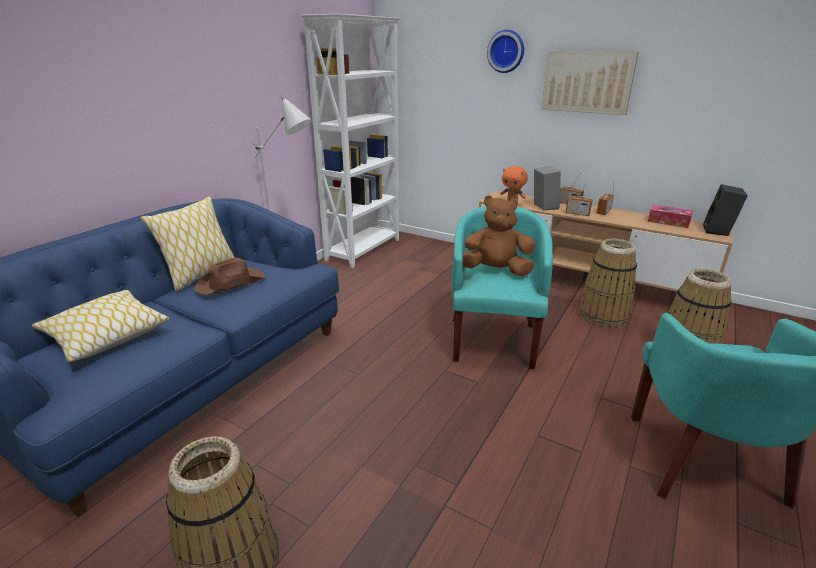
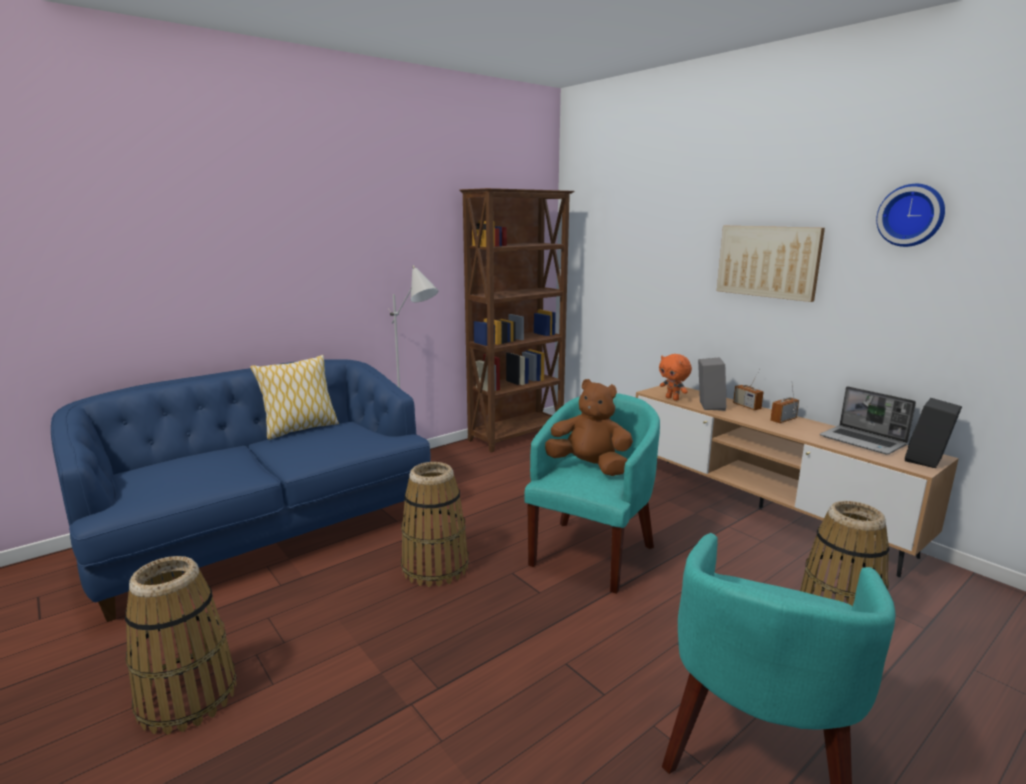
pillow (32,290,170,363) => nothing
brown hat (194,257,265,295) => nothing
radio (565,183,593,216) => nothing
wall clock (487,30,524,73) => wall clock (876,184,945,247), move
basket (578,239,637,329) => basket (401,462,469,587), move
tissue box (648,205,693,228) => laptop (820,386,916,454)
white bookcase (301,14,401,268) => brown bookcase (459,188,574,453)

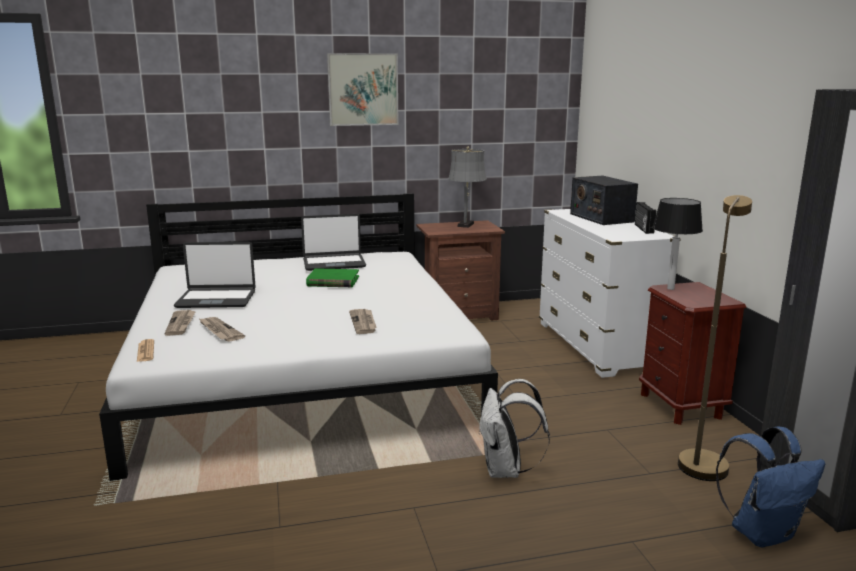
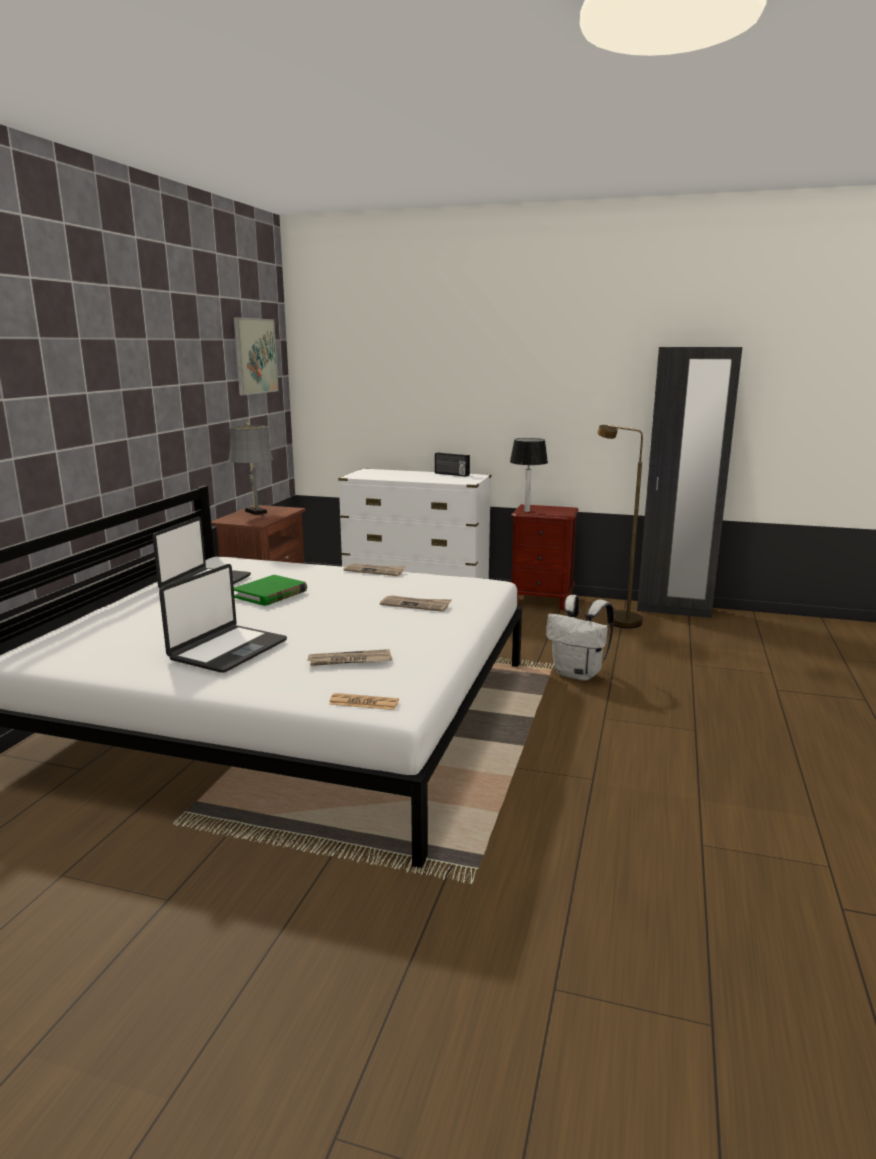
radio (570,176,638,225) => nothing
blue backpack (716,427,825,547) => nothing
newspaper (164,310,196,336) => newspaper (343,563,406,576), move
picture (327,53,399,126) => picture (234,317,279,395), move

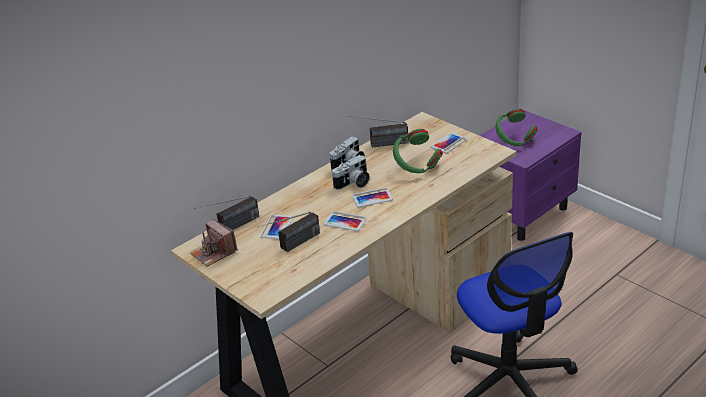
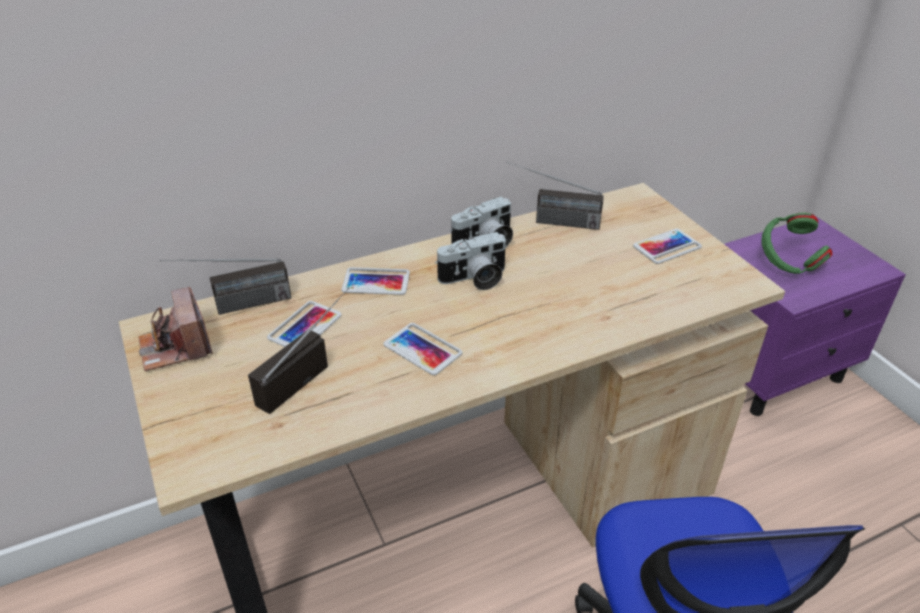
green headphones (393,129,443,173) => nothing
phone (352,188,393,207) => phone (341,267,410,295), move
radio (257,212,320,252) => radio (248,287,350,414), 150 degrees clockwise

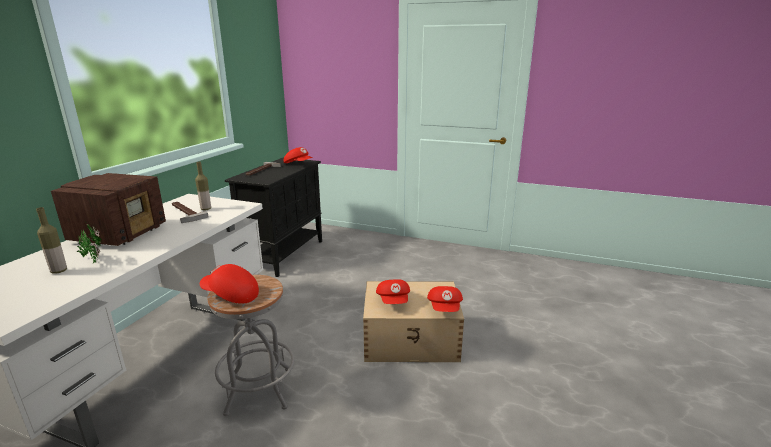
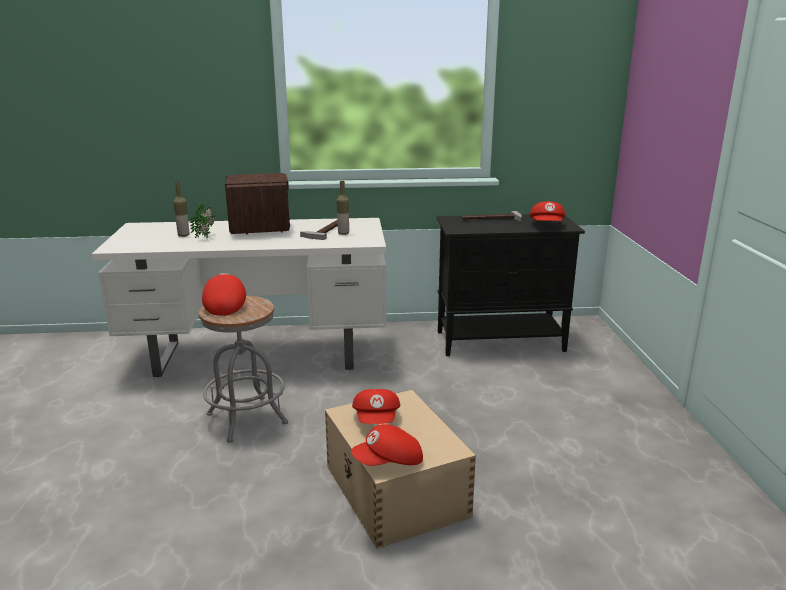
radio (51,173,166,246) => radio (225,173,290,235), 90 degrees counterclockwise
red cap (376,279,410,304) => red cap (352,389,400,424), 60 degrees counterclockwise

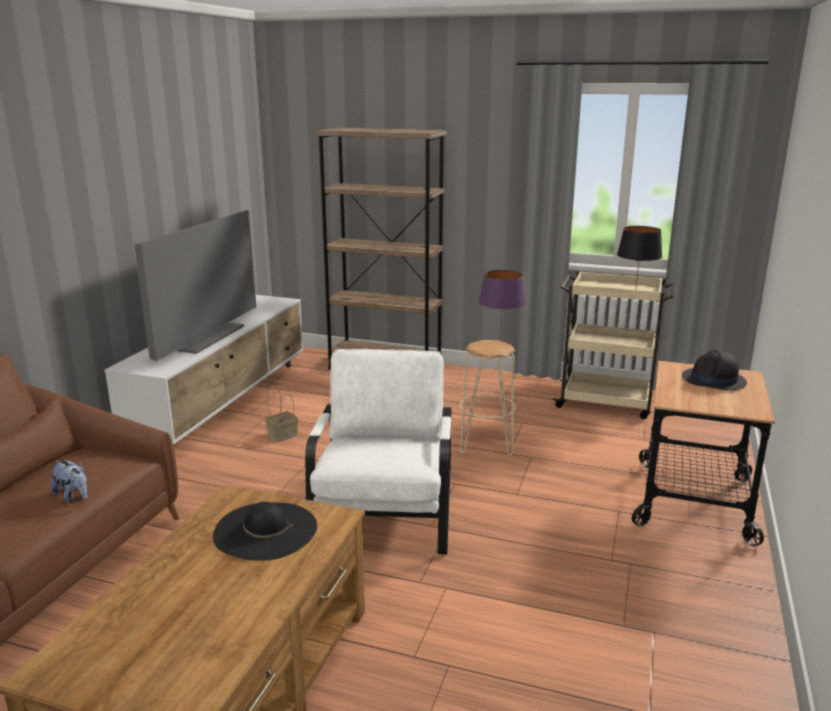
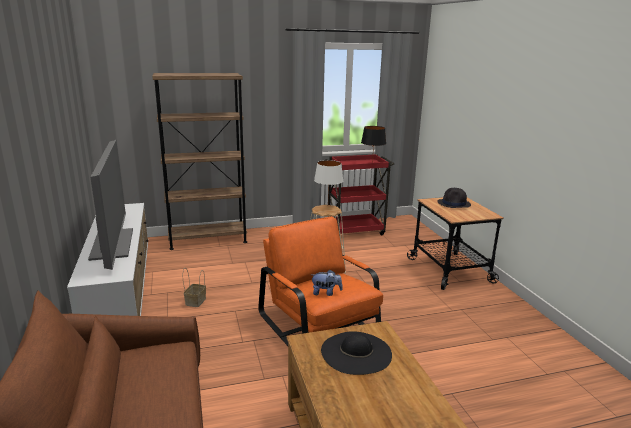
plush toy (51,460,88,503) => plush toy (311,270,342,296), move
white armchair (305,349,451,554) => orange armchair (258,216,383,346)
purple table lamp (479,270,526,343) => white table lamp (314,160,343,195)
beige cart (552,271,674,419) => red cart (325,154,394,235)

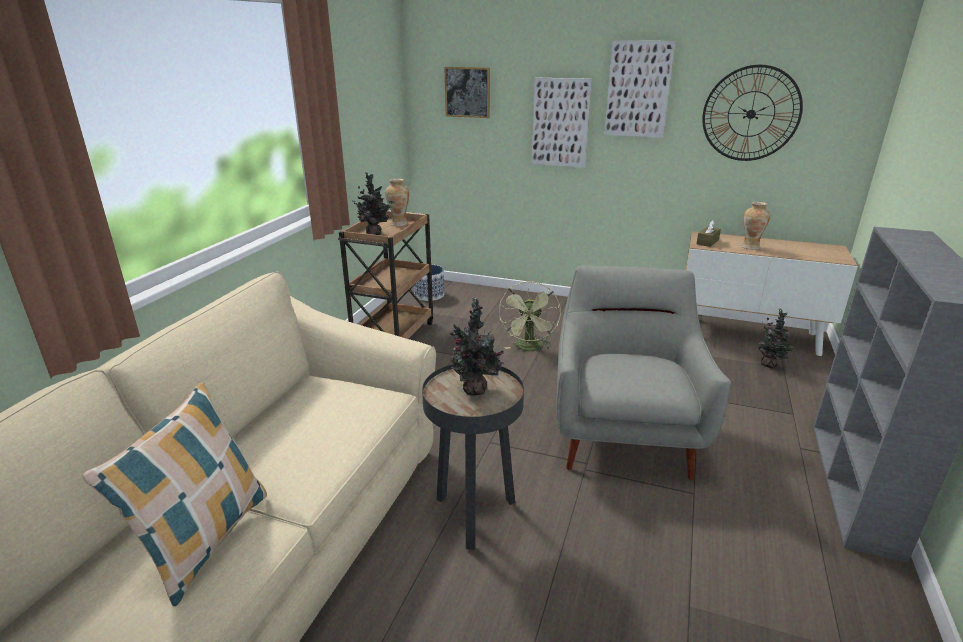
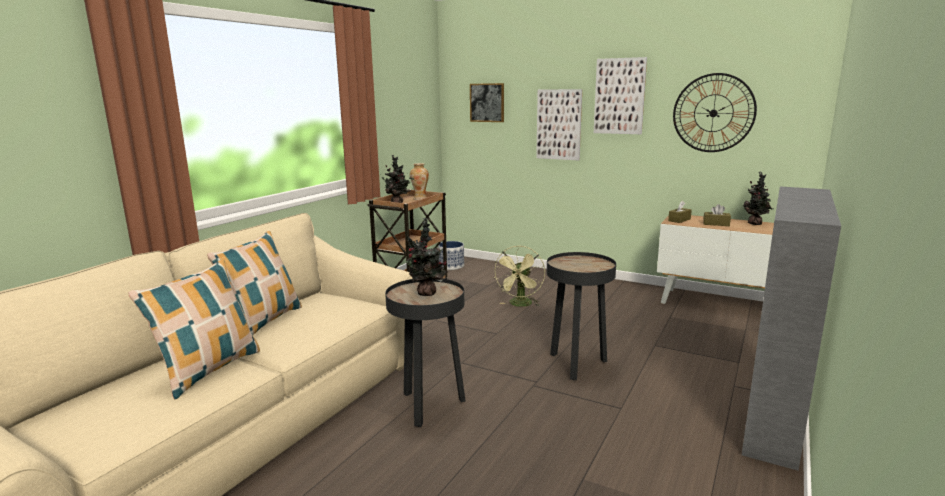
nothing => pillow (207,231,302,336)
potted plant (758,308,793,368) => potted plant (743,172,773,225), move
grey armchair (556,266,731,480) => black side table (547,252,616,380)
vase (742,202,770,250) => brown tissue box (703,204,731,226)

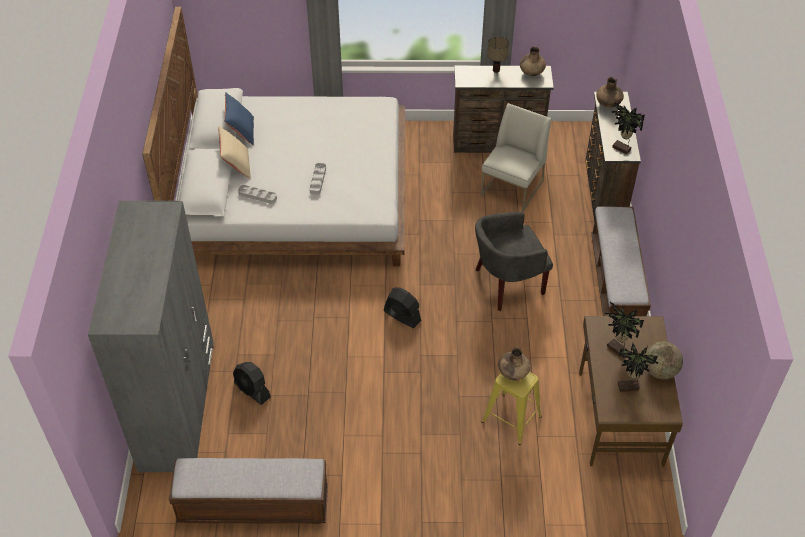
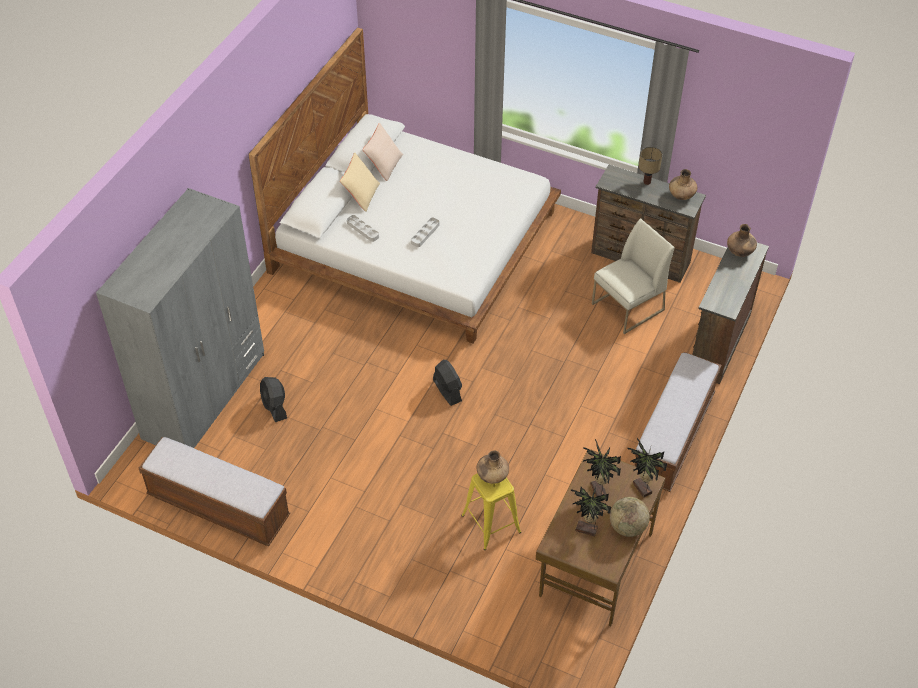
grey armchair (475,212,553,311) => nothing
potted plant (612,102,645,154) => potted plant (627,438,667,498), move
blue pillow (224,92,254,145) => beige pillow (362,123,403,181)

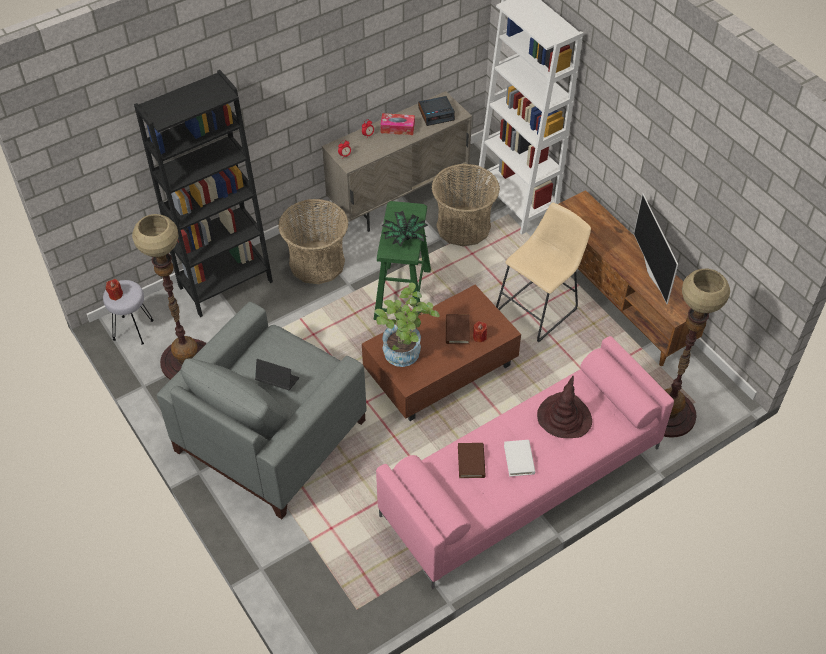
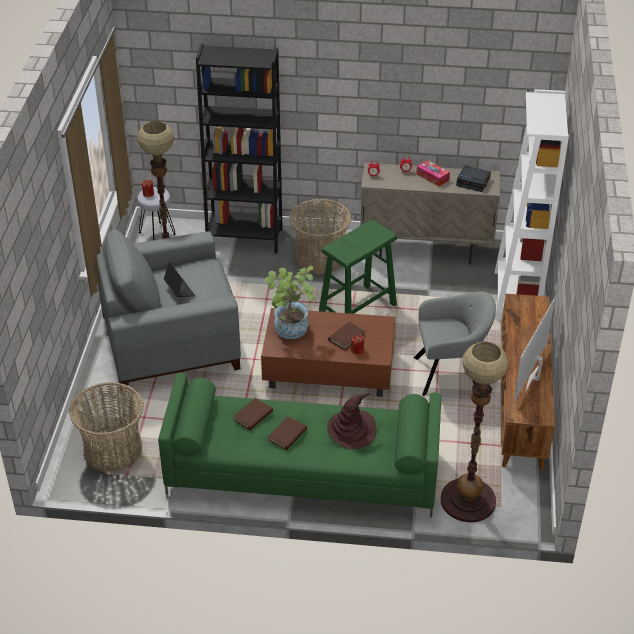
potted plant (382,211,428,247) => nothing
basket (432,164,500,247) => basket (69,382,144,472), move
beige stool (496,203,591,342) => grey armchair (414,291,496,396)
pink sofa (376,336,674,589) => green sofa (158,373,441,517)
white book (504,440,535,477) => brown book (268,416,307,450)

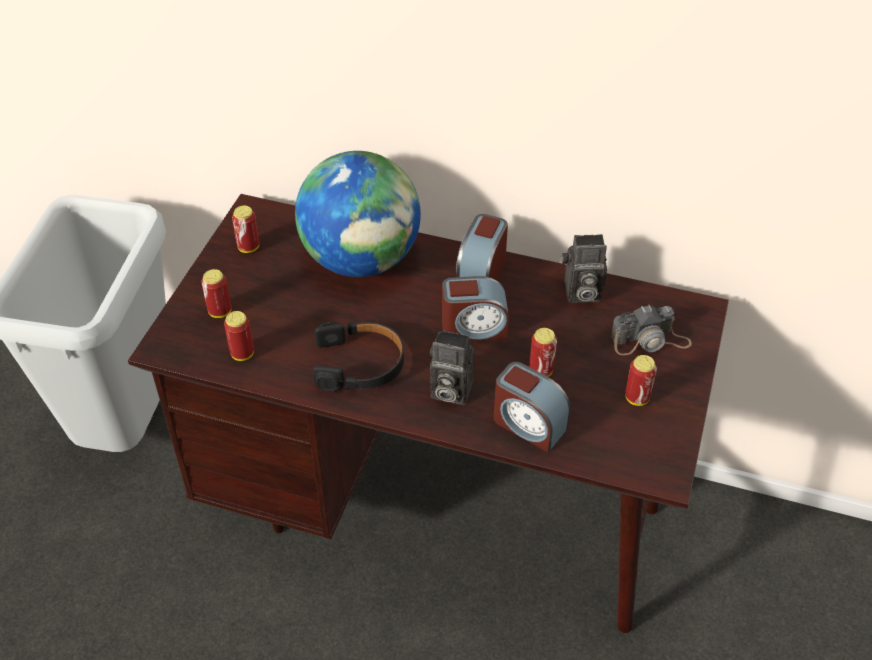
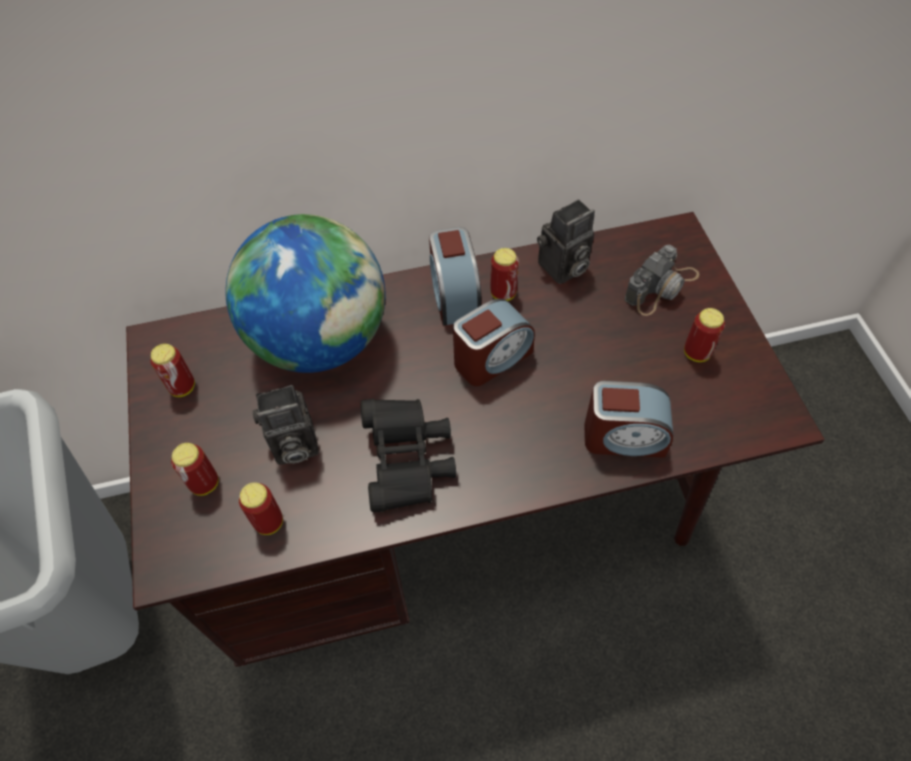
photo camera (430,330,475,405) => photo camera (252,385,319,465), move
can (529,328,557,377) => can (491,248,519,301), move
black headphones (313,321,404,392) => black binoculars (360,399,456,512)

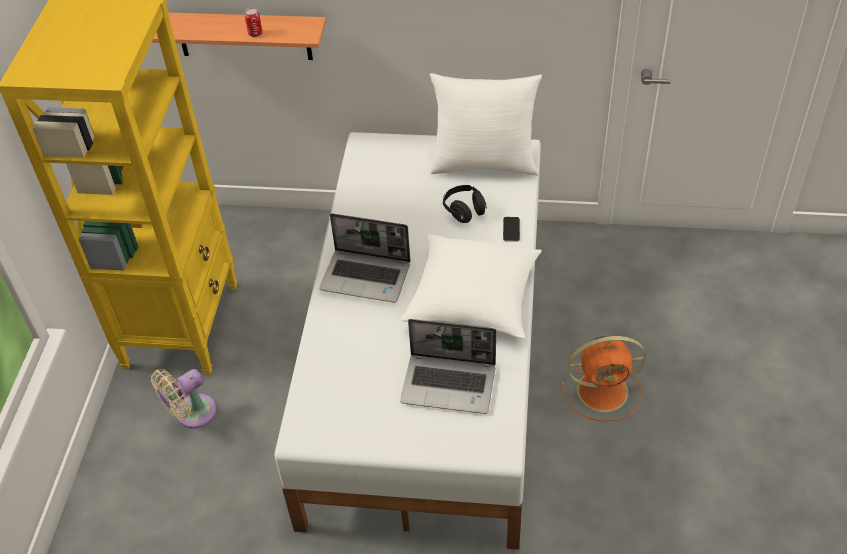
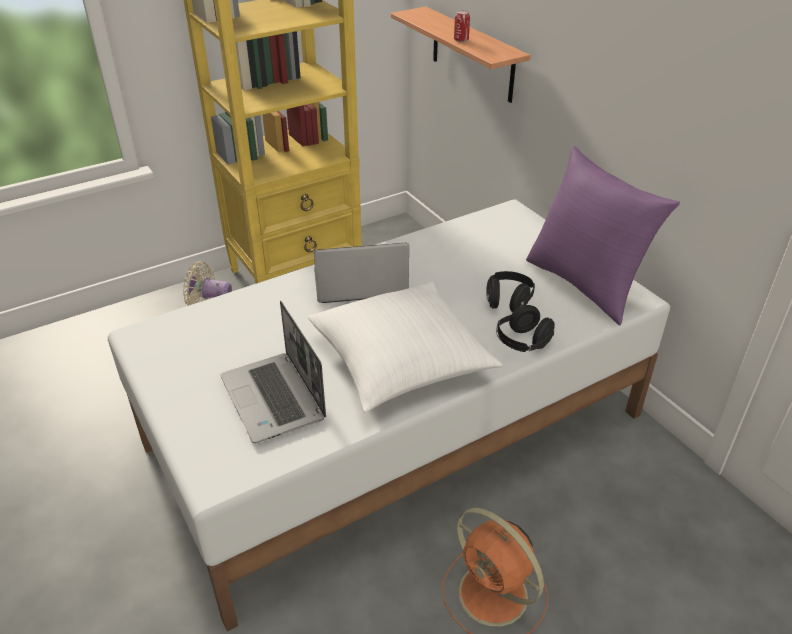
phone (503,217,520,242) => black headphones (496,305,555,352)
white pillow (430,73,542,176) => purple pillow (526,146,680,325)
laptop (319,213,410,303) => laptop (314,243,409,303), 105 degrees clockwise

